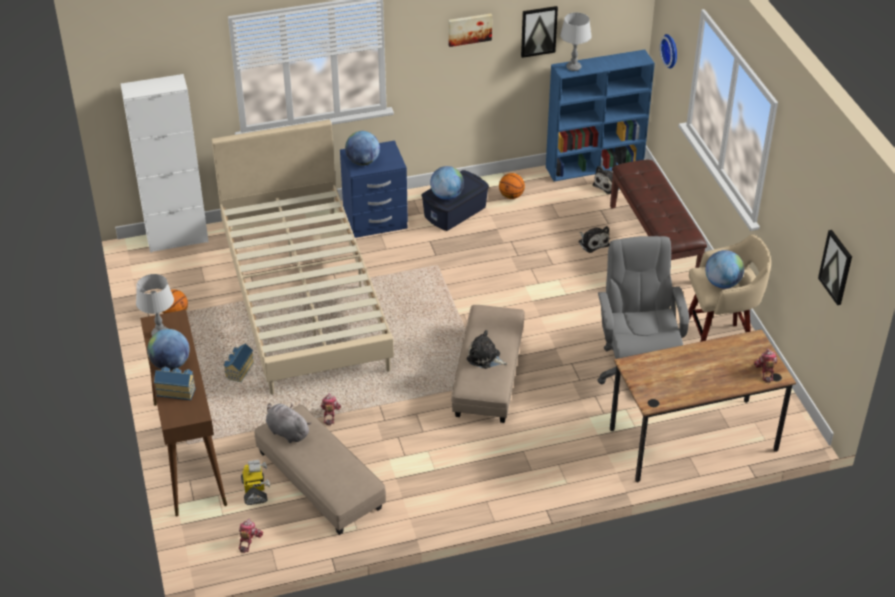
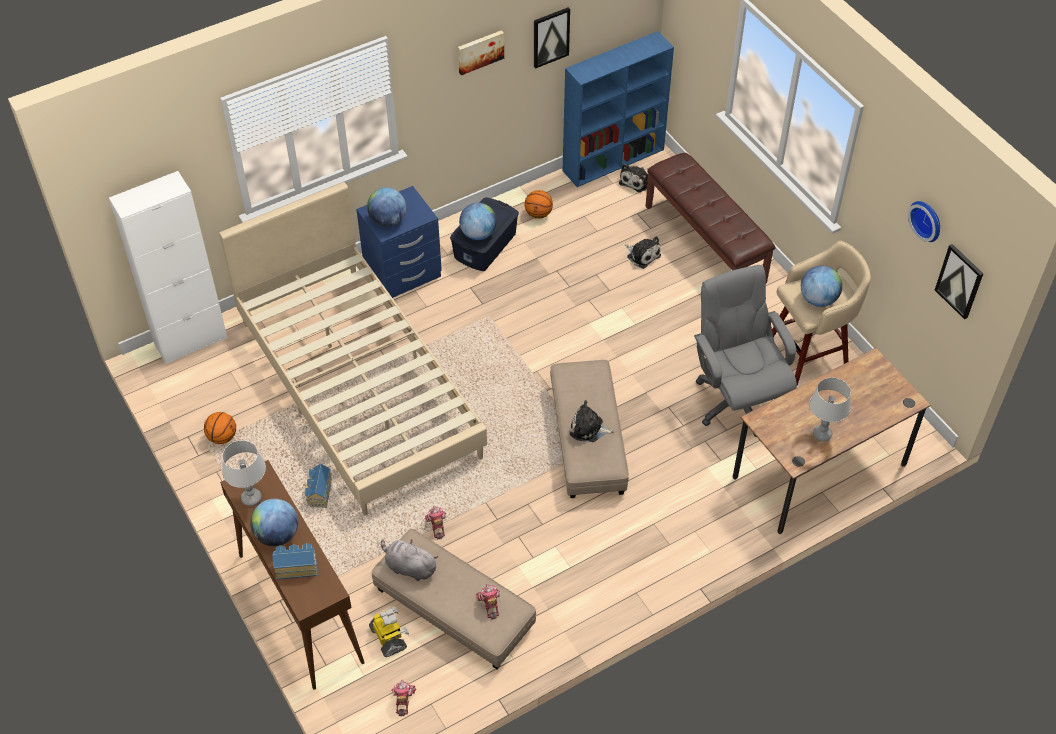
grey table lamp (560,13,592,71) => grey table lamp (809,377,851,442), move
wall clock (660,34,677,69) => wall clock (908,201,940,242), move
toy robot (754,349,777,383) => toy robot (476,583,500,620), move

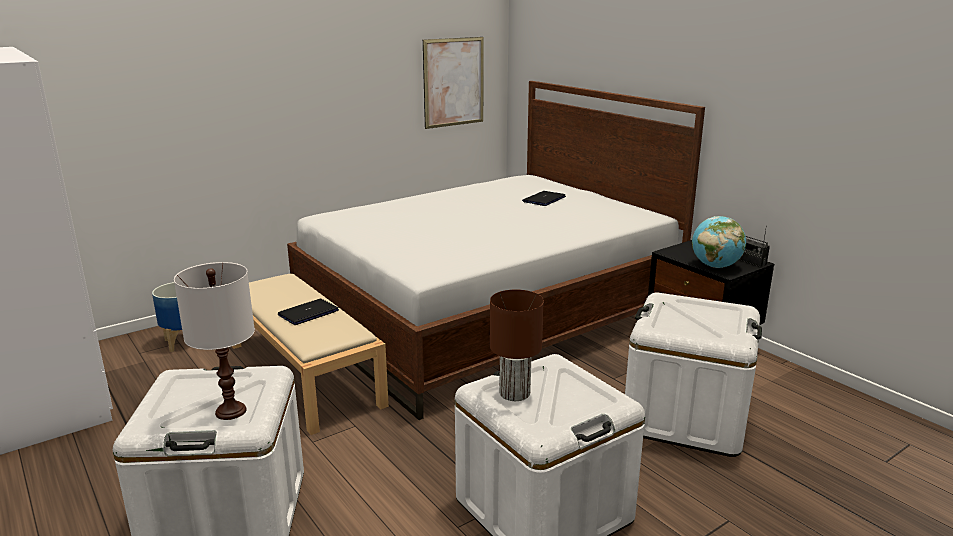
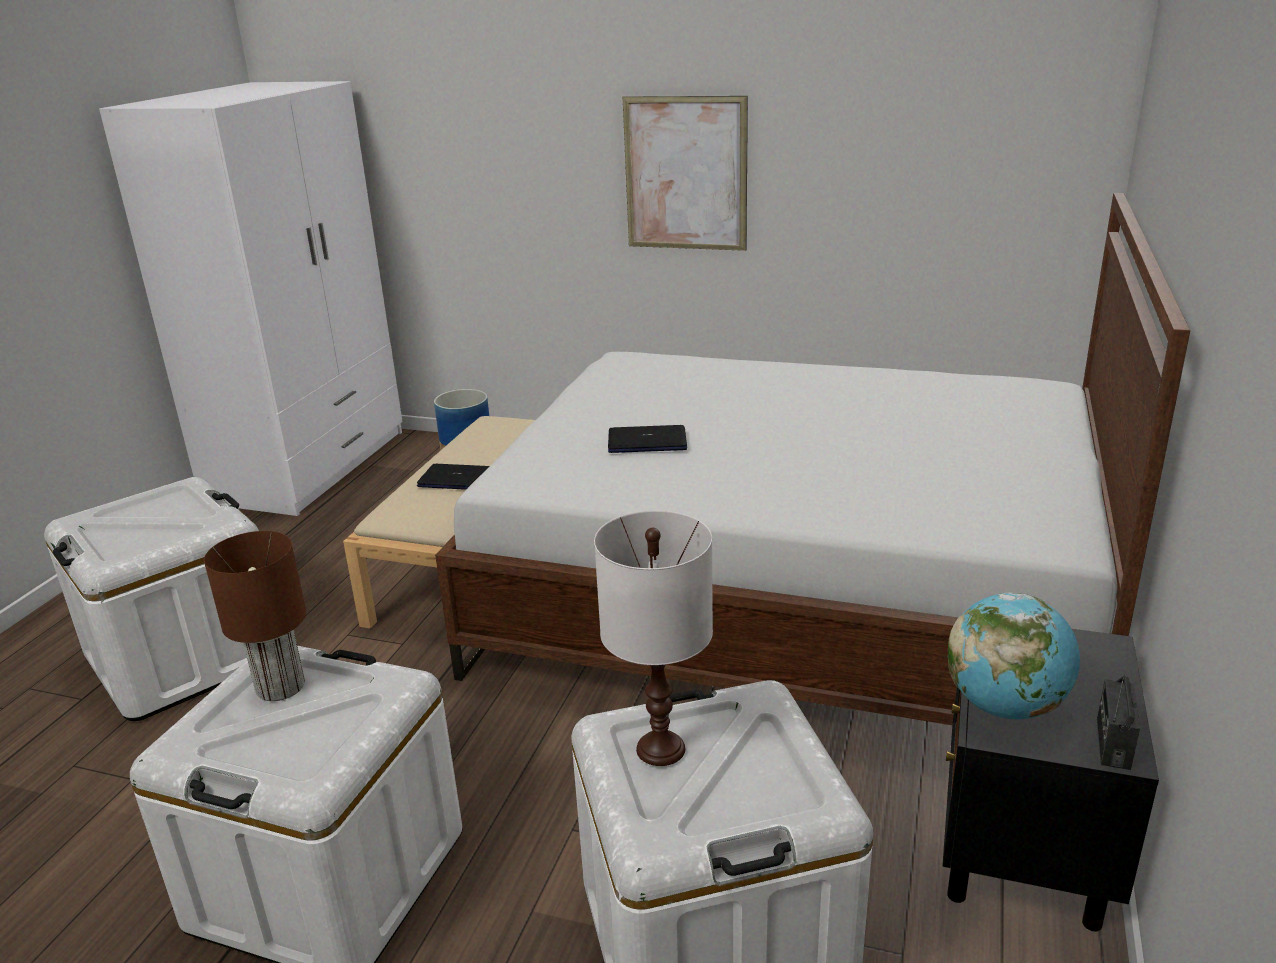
white table lamp (174,262,255,420) => white table lamp (594,510,713,766), move
picture (423,37,484,129) => picture (623,96,748,251), move
laptop (522,191,566,206) => laptop (608,425,687,453), move

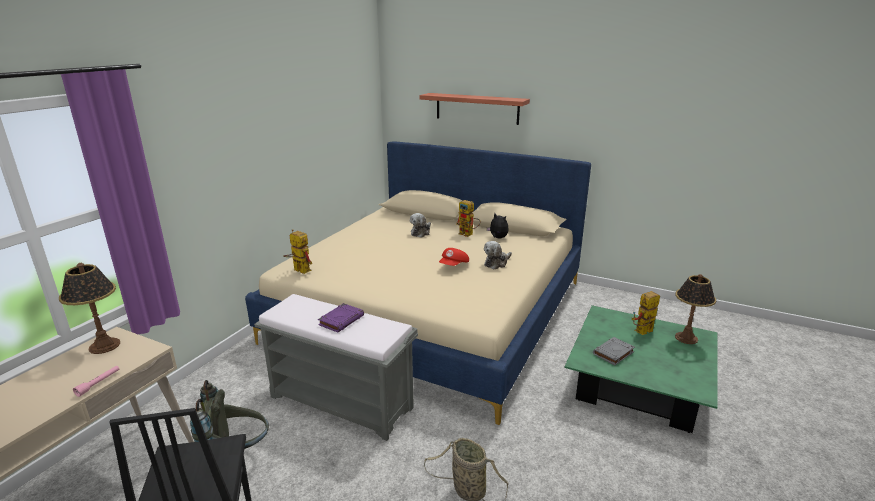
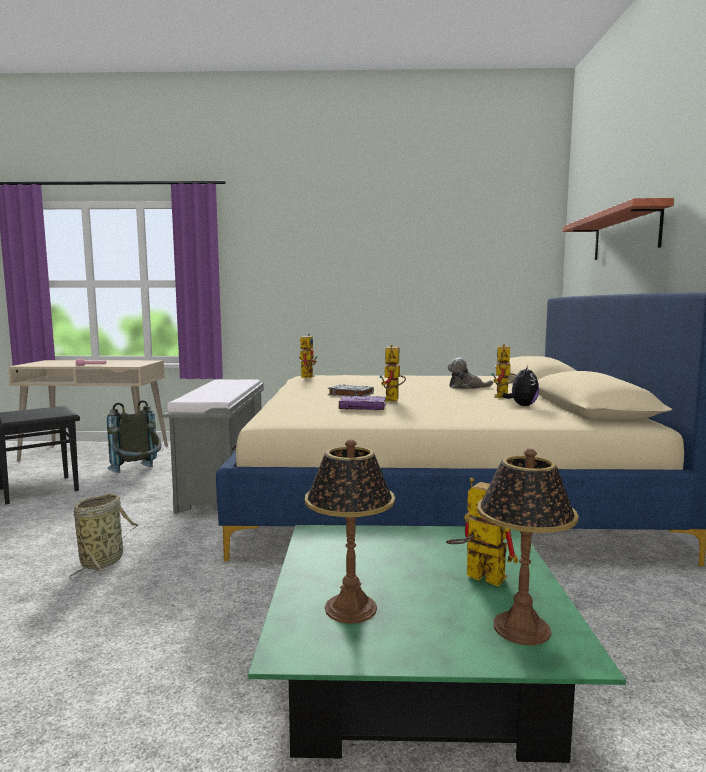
plush toy (484,241,512,269) => nothing
table lamp (59,263,120,354) => table lamp (305,439,395,624), move
purple book (318,303,364,332) => purple book (339,396,386,410), move
grey book (593,337,635,365) => grey book (328,384,374,396), move
red cap (439,248,469,266) => toy robot (379,345,406,401)

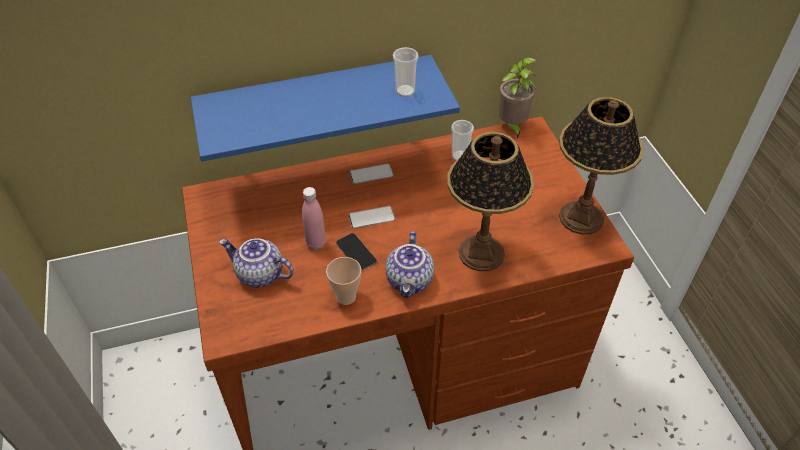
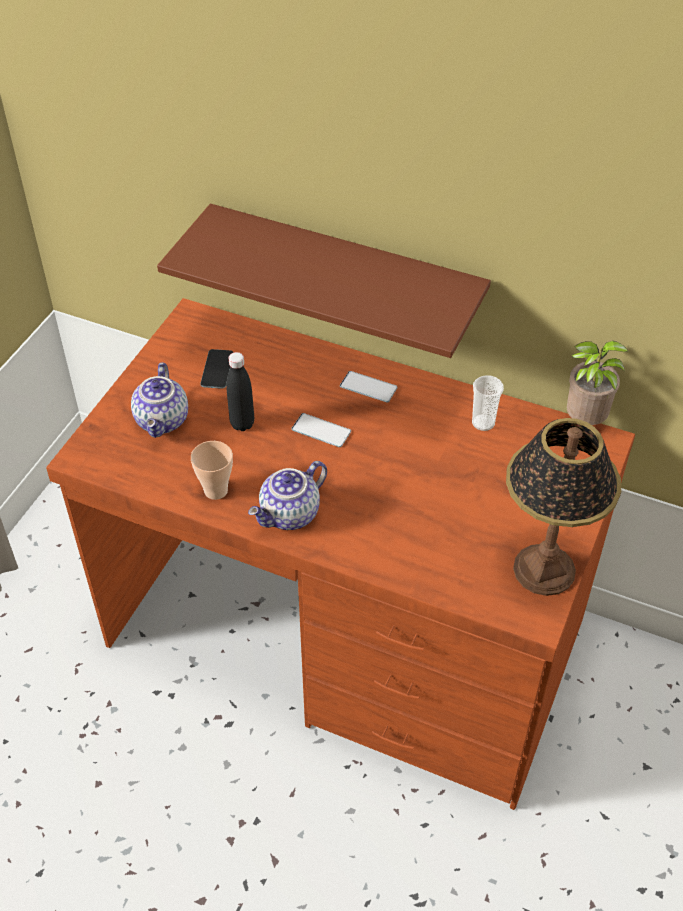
cup (393,47,419,97) => nothing
table lamp (447,132,534,271) => nothing
phone (336,233,377,271) => phone (200,349,233,389), move
blue shelf (191,55,460,161) => brown shelf (157,204,491,358)
pink bottle (302,187,326,250) => black bottle (227,352,254,431)
teapot (219,238,294,287) => teapot (131,362,188,438), 150 degrees counterclockwise

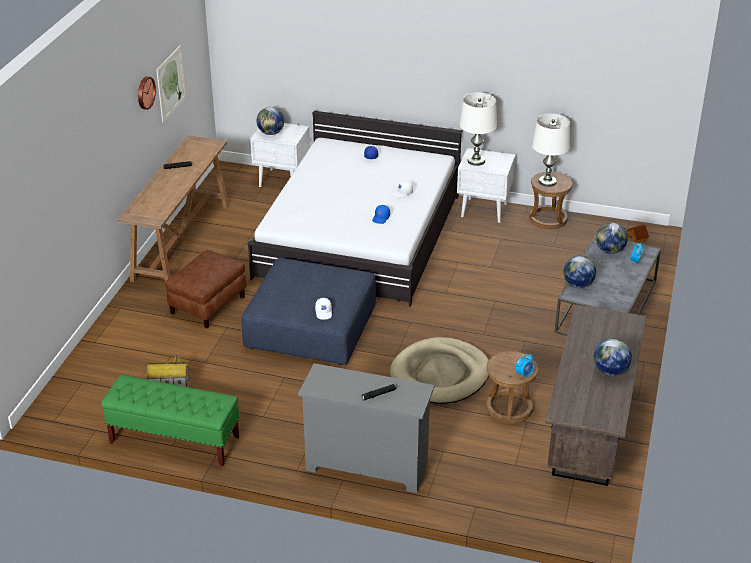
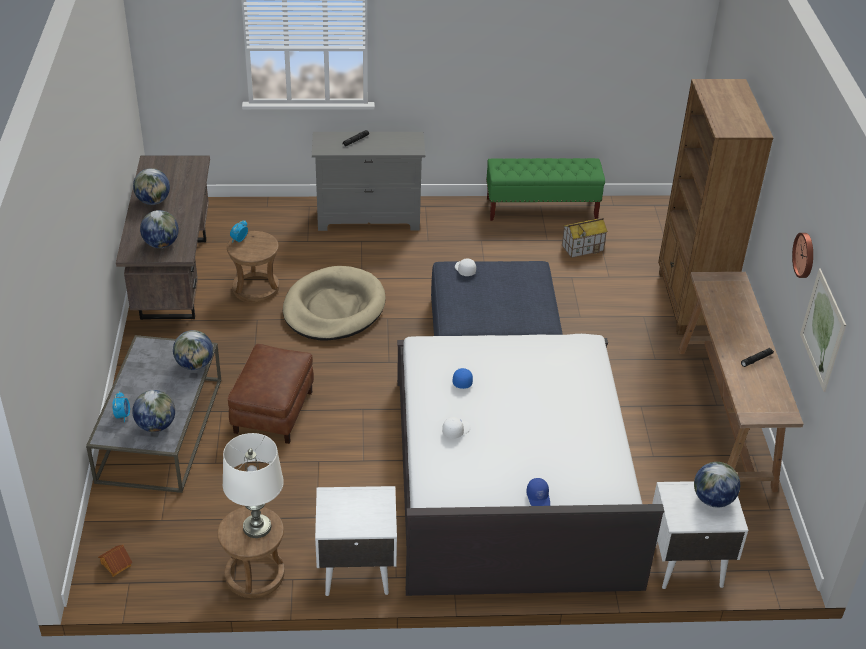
white table lamp (459,93,497,166) => nothing
nothing => globe (140,210,179,248)
nothing => brown bookcase (658,79,773,335)
brown ottoman (165,250,247,328) => brown ottoman (228,344,314,444), move

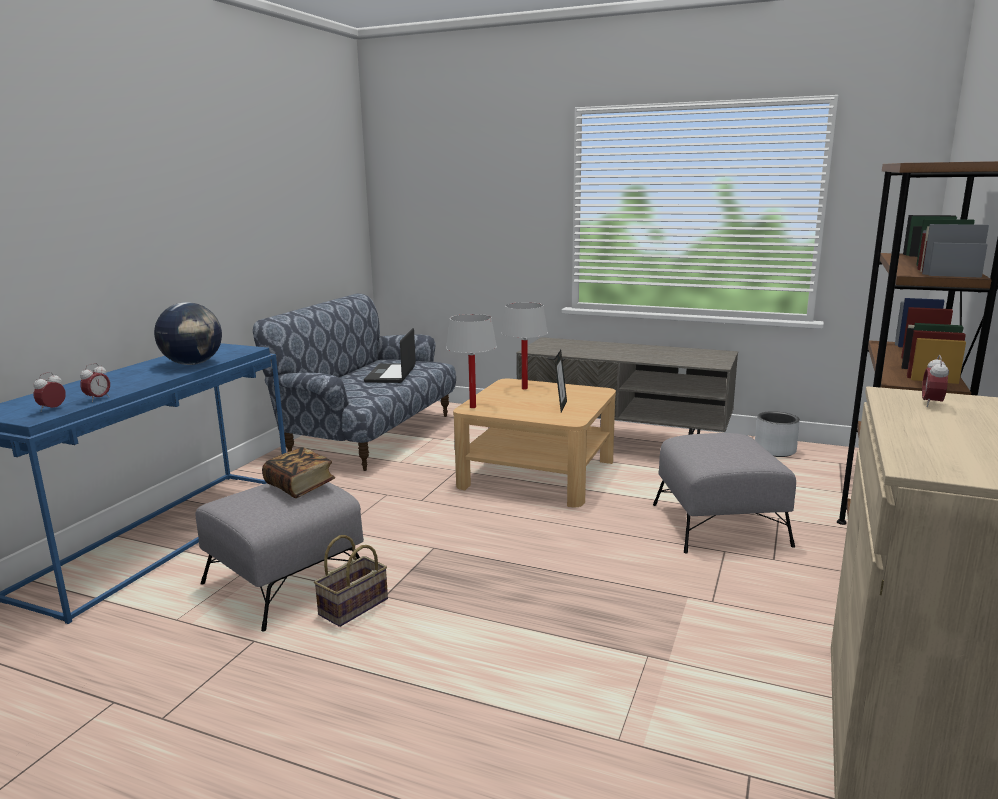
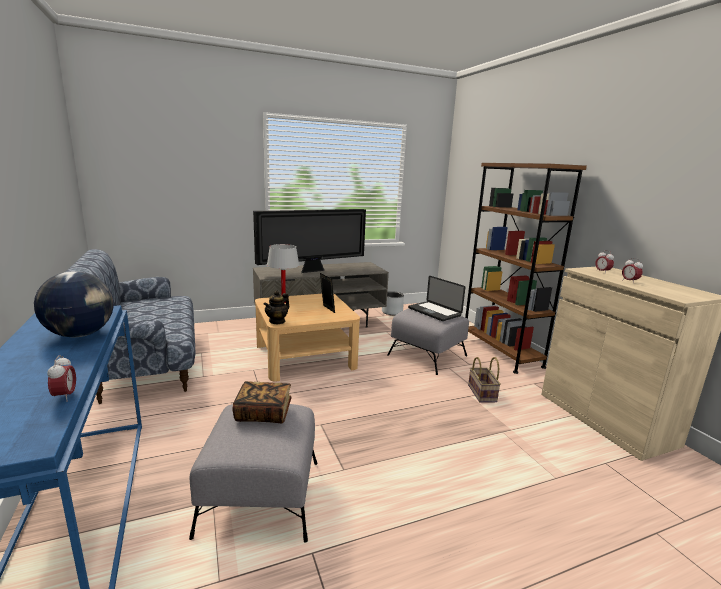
nothing => television (253,209,366,273)
alarm clock (34,372,66,412) => alarm clock (622,258,643,284), move
basket (314,535,388,627) => basket (468,357,501,402), move
laptop (364,328,416,383) => laptop (408,276,465,321), move
white table lamp (446,314,497,408) => teapot (264,291,289,324)

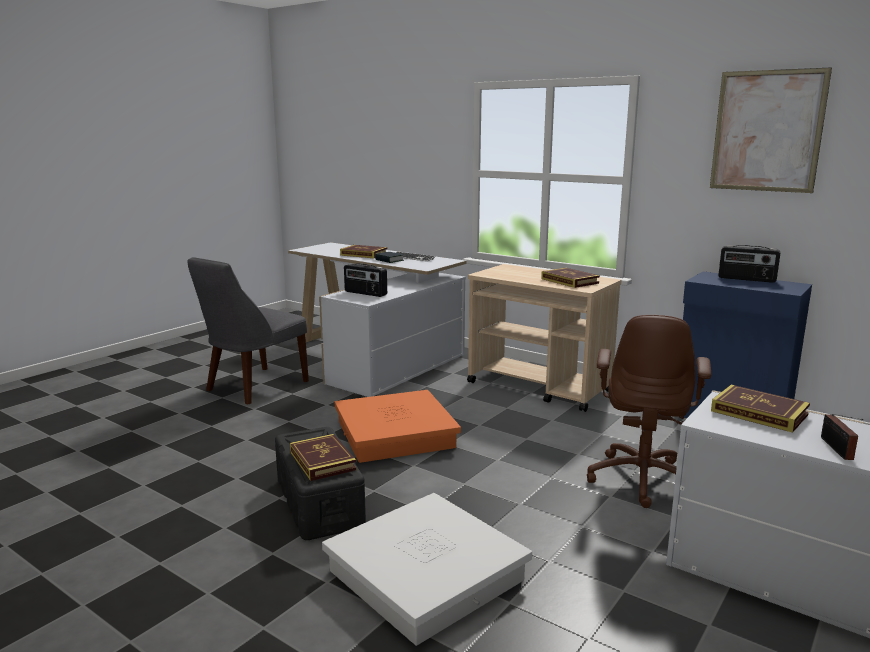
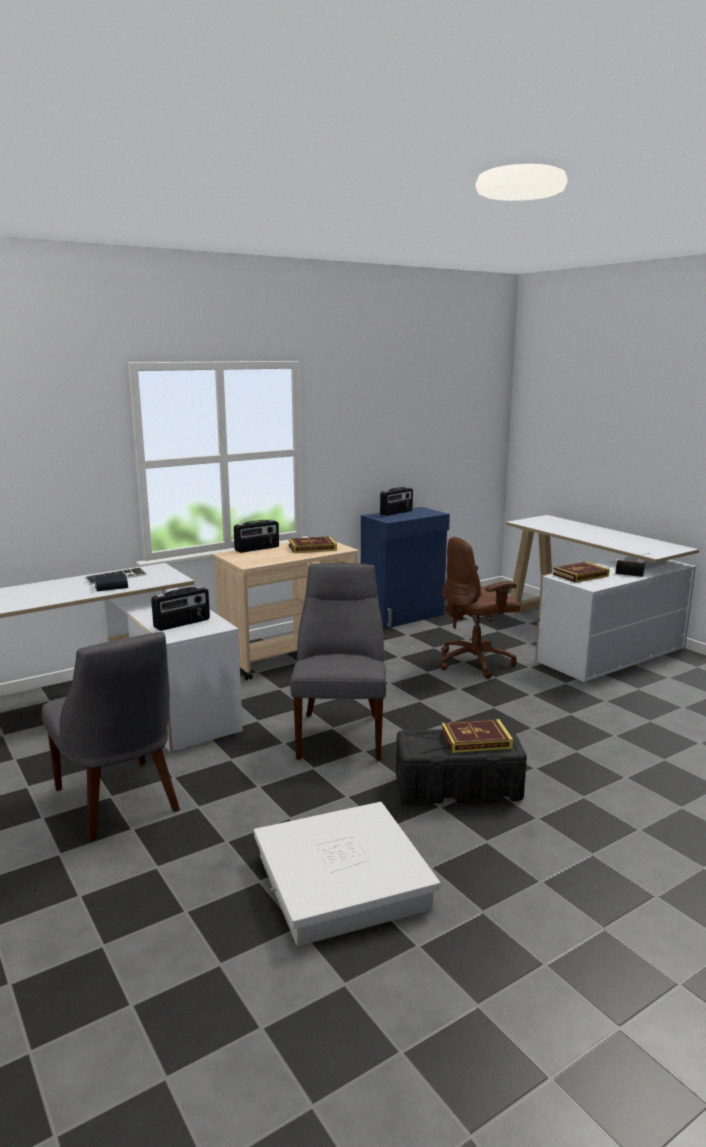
book (340,245,387,258) => nothing
picture (710,67,832,193) => nothing
nothing => radio (234,520,279,553)
white storage box (322,493,532,646) => white storage box (254,802,440,946), move
orange storage box (335,390,461,463) => grey chair (291,563,386,761)
brown office chair (587,315,711,508) => brown office chair (440,537,521,679), 120 degrees clockwise

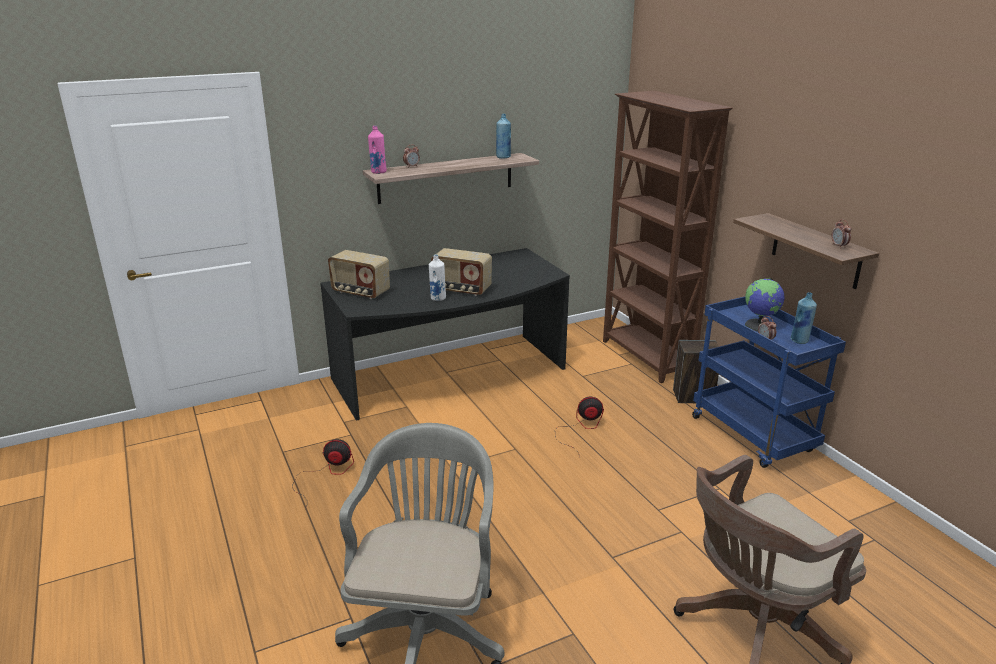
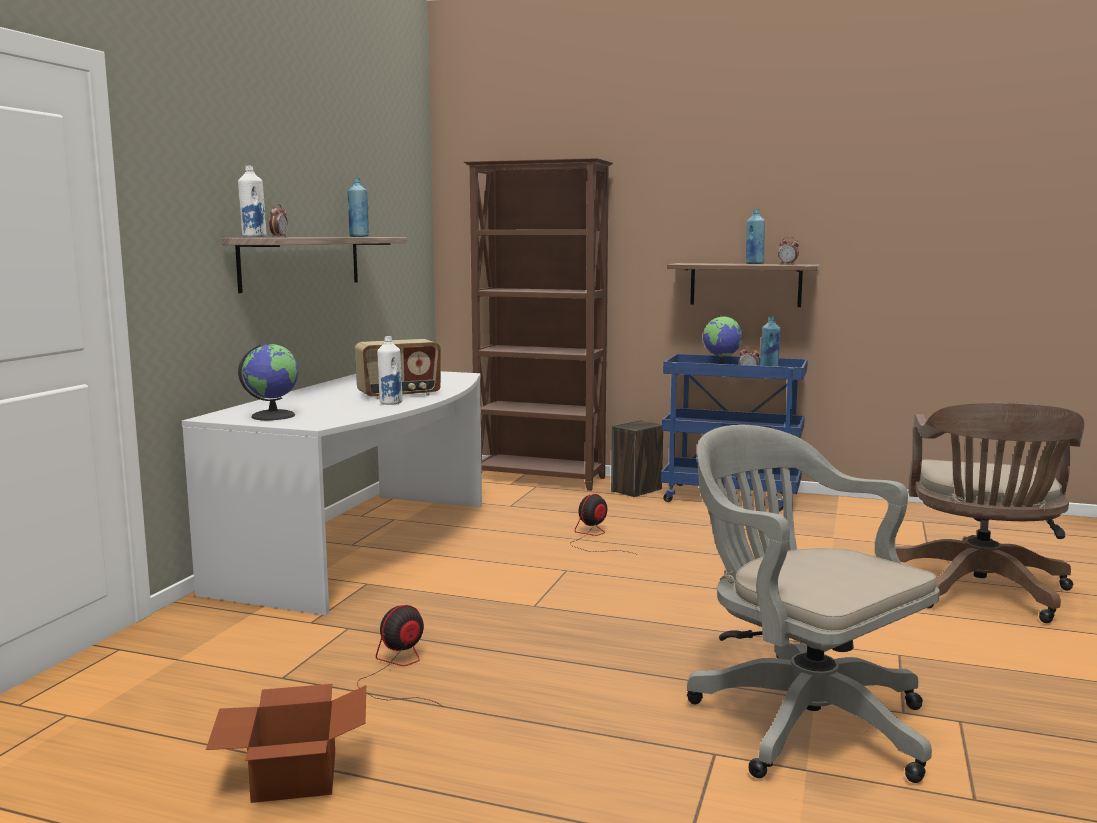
nothing => cardboard box (206,684,366,803)
nothing => blue bottle (746,209,765,264)
radio (328,250,390,299) => globe (238,344,299,420)
black desk (320,248,570,421) => white desk (182,371,482,615)
pink bottle (368,126,387,174) => white bottle (238,166,266,237)

